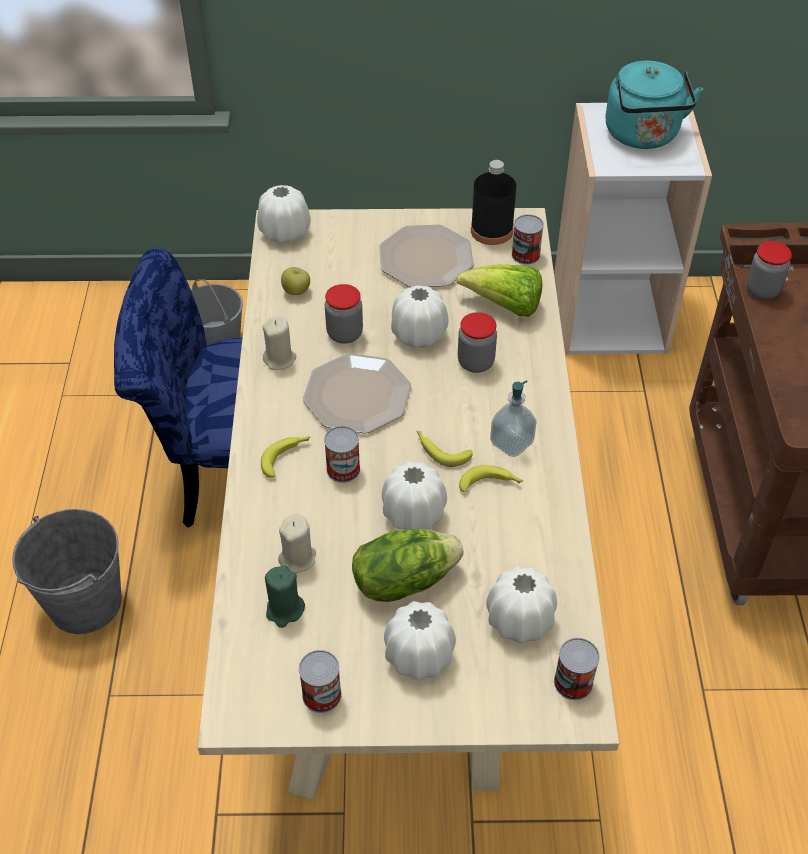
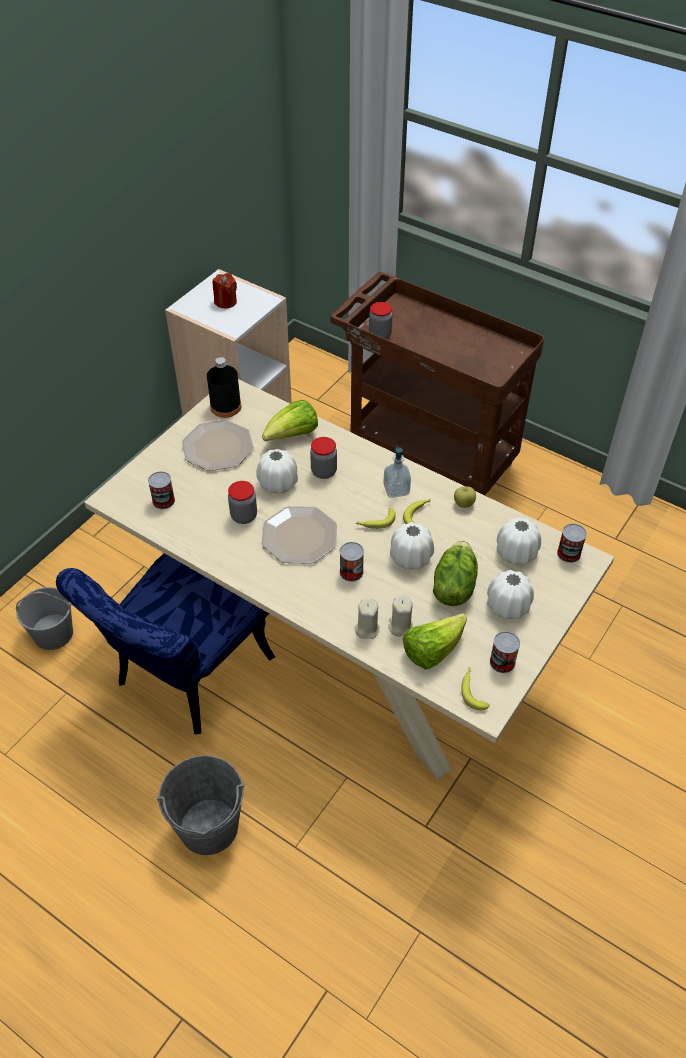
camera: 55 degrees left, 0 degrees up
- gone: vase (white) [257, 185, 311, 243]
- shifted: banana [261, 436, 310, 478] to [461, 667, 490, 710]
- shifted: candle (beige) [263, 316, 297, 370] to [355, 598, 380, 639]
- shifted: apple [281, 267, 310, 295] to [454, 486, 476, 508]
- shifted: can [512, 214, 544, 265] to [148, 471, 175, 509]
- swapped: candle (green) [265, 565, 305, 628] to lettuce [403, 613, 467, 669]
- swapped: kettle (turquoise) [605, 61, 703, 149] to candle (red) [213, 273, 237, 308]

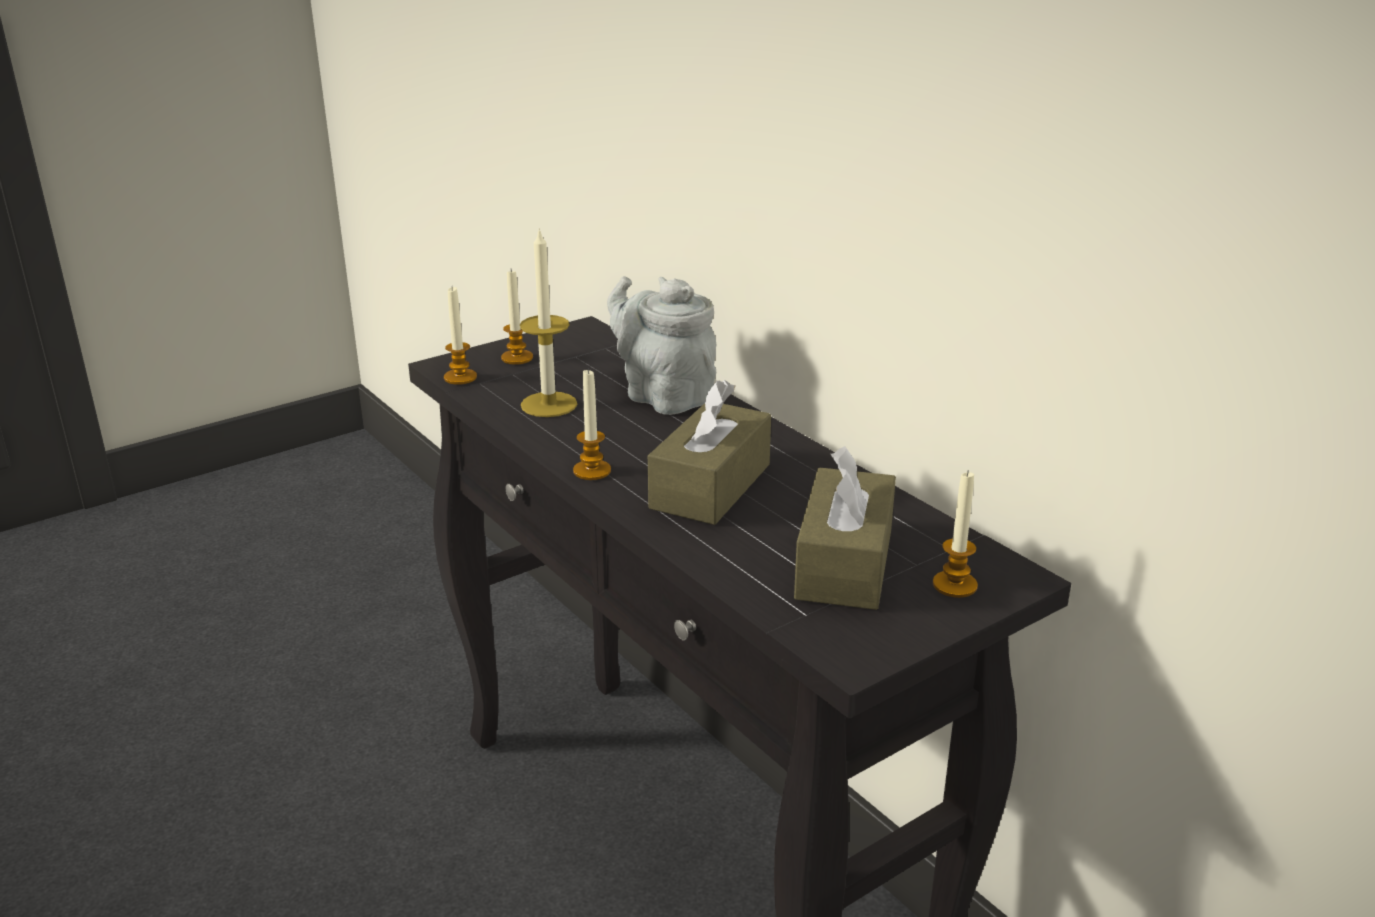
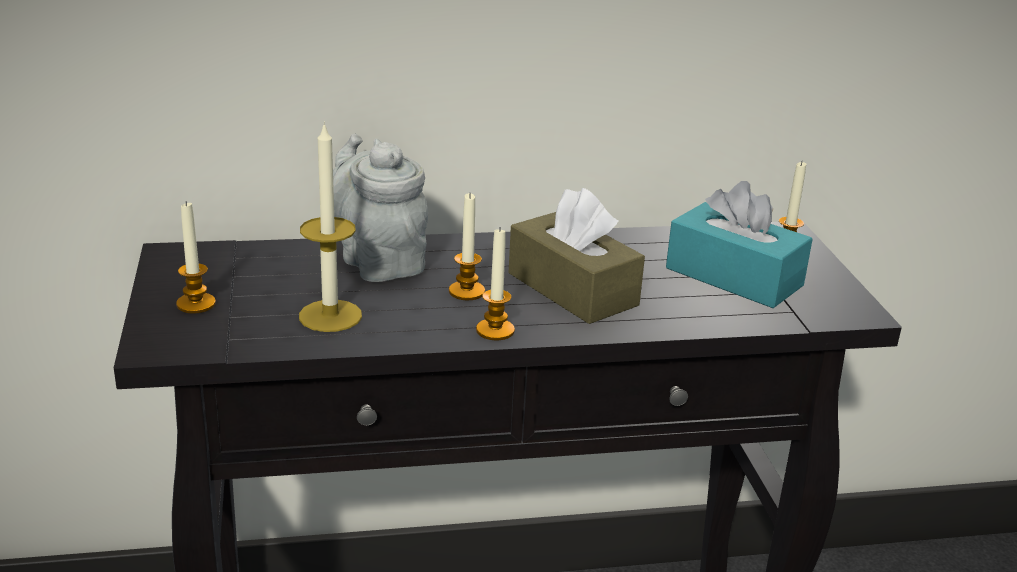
camera: 65 degrees left, 0 degrees up
- shifted: candle [444, 287, 477, 385] to [449, 193, 485, 300]
- repainted: tissue box (brown) [794, 446, 896, 610] to tissue box (turquoise) [666, 181, 813, 308]
- rotated: teapot (grey) [607, 276, 716, 415] = [333, 134, 428, 282] 75 degrees clockwise

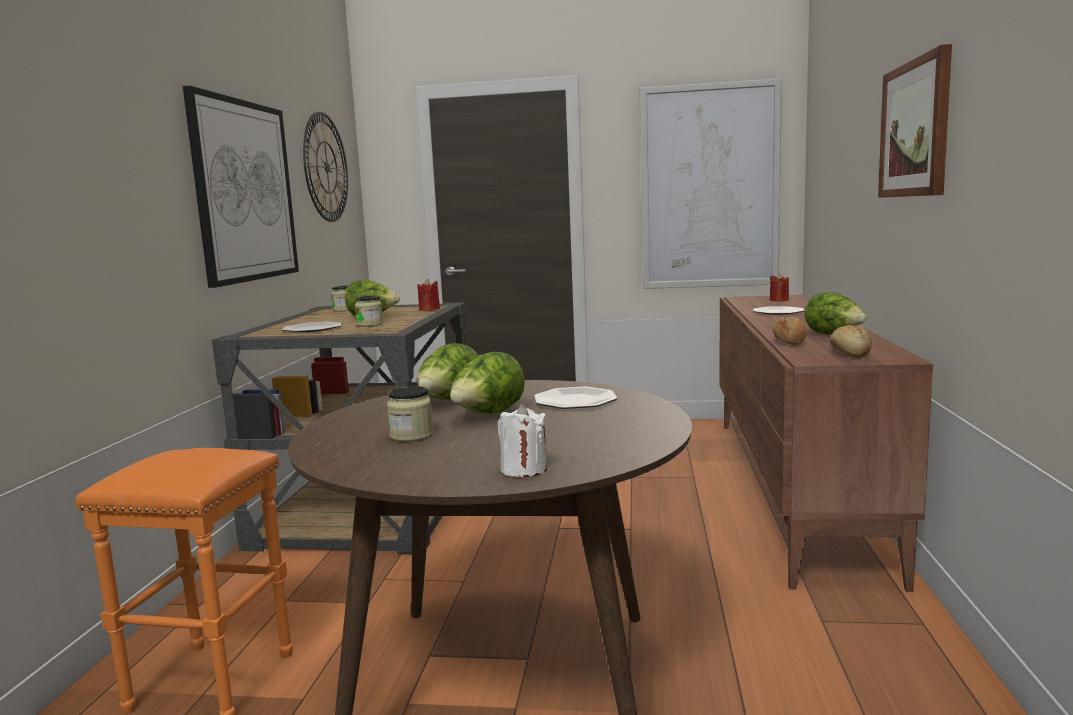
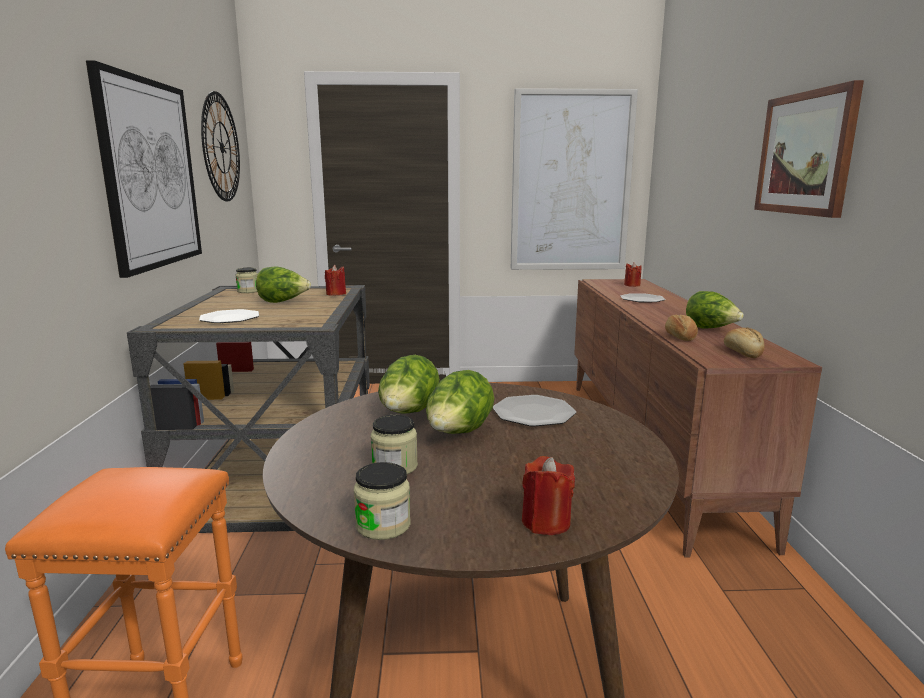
camera: 10 degrees left, 5 degrees up
- shifted: jar [355, 296, 383, 327] to [354, 462, 411, 540]
- repainted: candle (white) [498, 404, 547, 477] to candle (red) [522, 456, 575, 535]

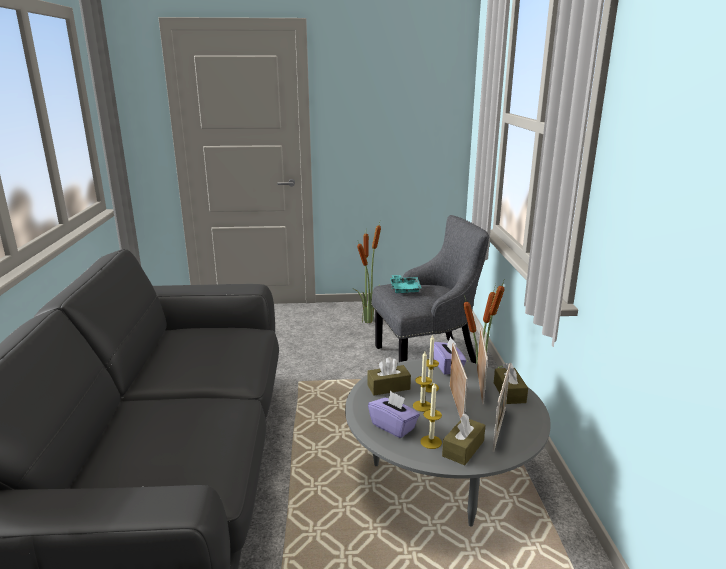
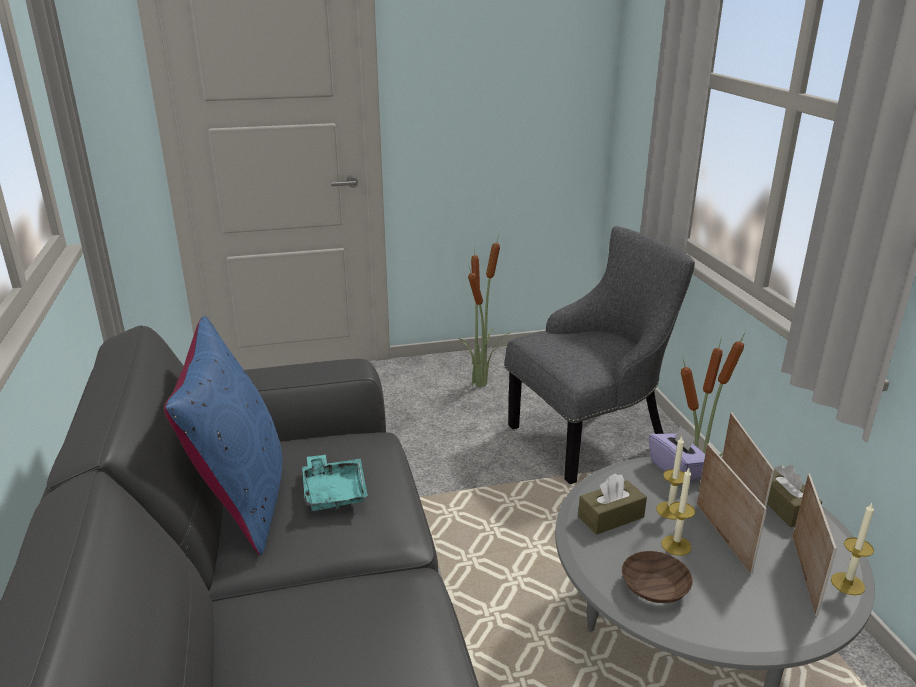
camera: 10 degrees left, 5 degrees up
- gone: tissue box (brown) [442, 414, 485, 465]
- new: pillow (blue) [164, 316, 282, 555]
- shifted: tray (turquoise) [390, 275, 422, 294] to [302, 454, 368, 511]
- shifted: candle [421, 383, 442, 449] to [831, 503, 874, 595]
- swapped: tissue box (purple) [368, 391, 420, 438] to bowl (brown) [622, 551, 693, 603]

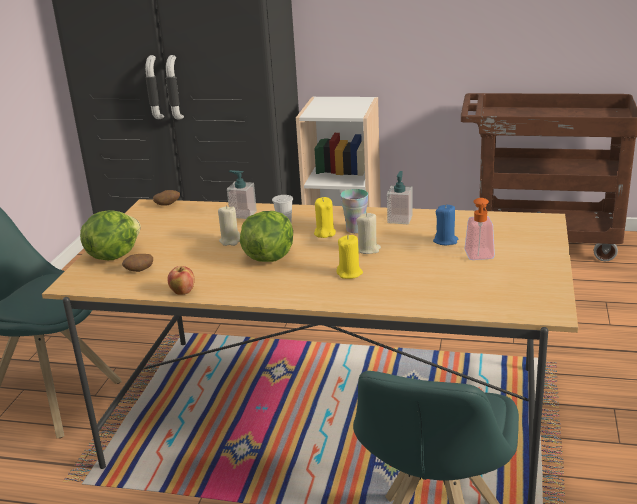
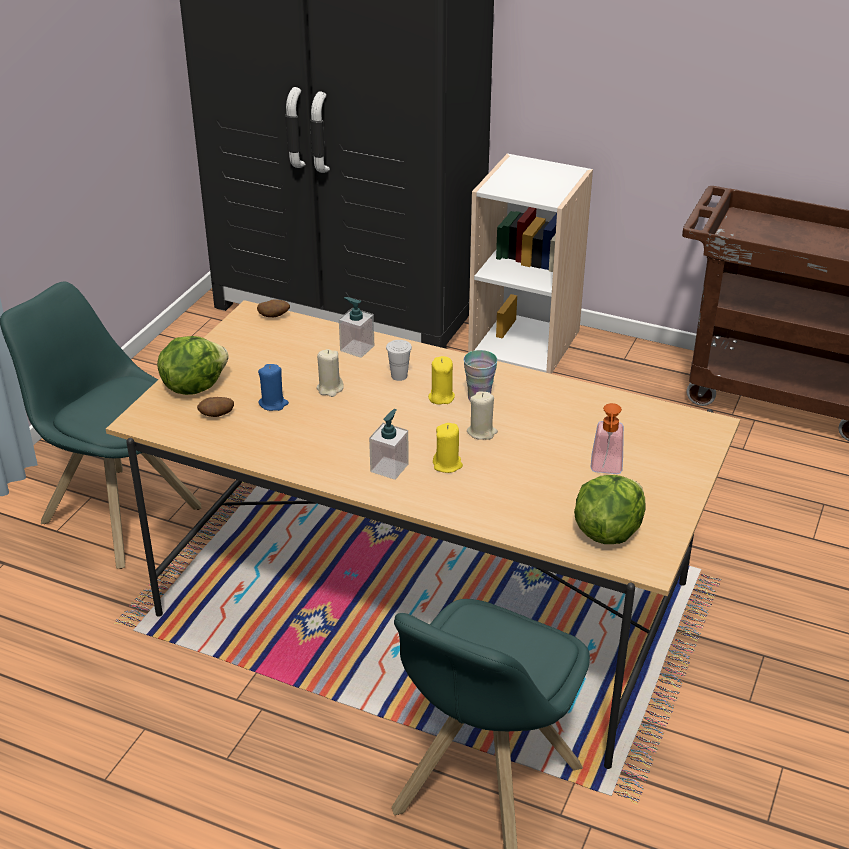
camera: 10 degrees right, 10 degrees up
- gone: apple [167, 266, 195, 295]
- shifted: lettuce [240, 211, 293, 262] to [574, 475, 645, 544]
- shifted: soap dispenser [387, 171, 413, 224] to [369, 409, 409, 480]
- shifted: candle (blue) [433, 204, 458, 245] to [258, 364, 289, 411]

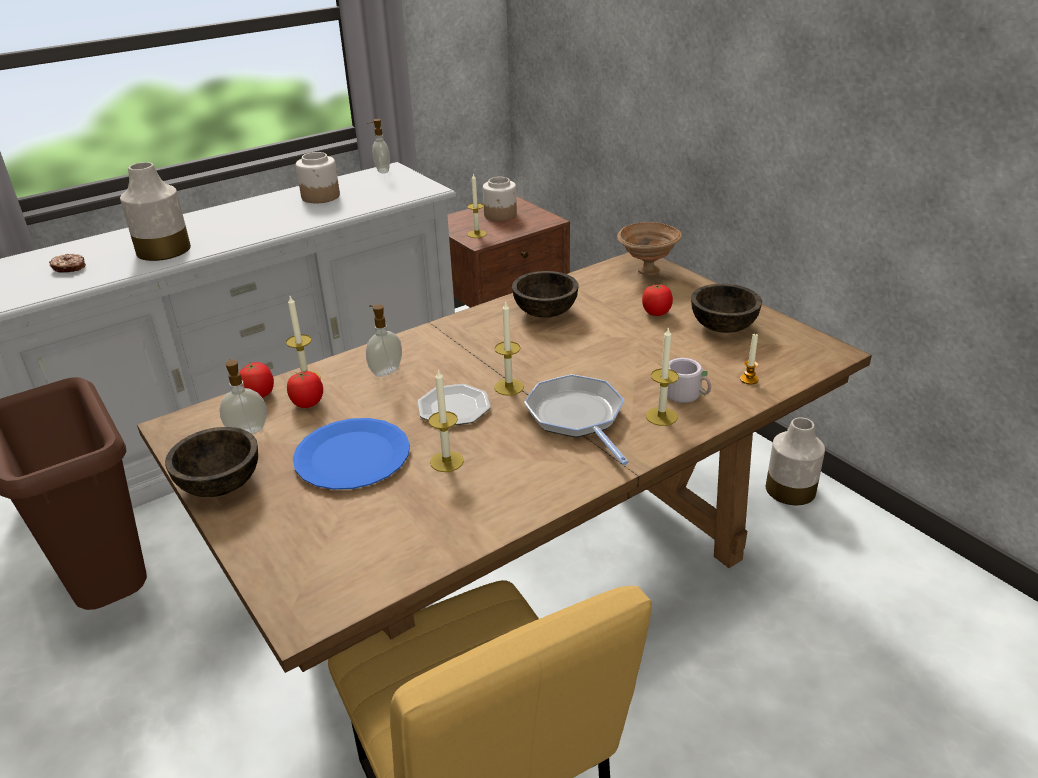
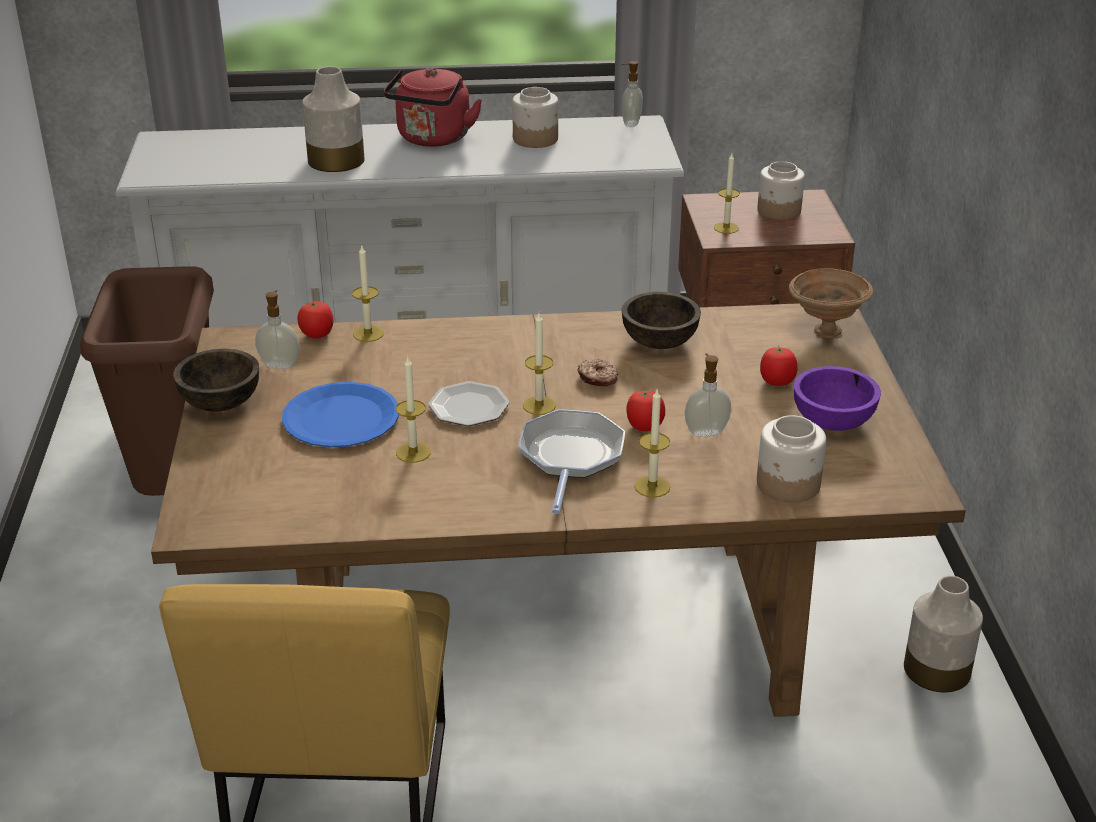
camera: 30 degrees right, 0 degrees up
- gone: mug (grey) [667, 358, 711, 403]
- new: kettle (red) [384, 68, 482, 147]
- shifted: donut [49, 254, 86, 273] to [577, 359, 618, 387]
- shifted: tomato [287, 371, 323, 408] to [626, 390, 665, 431]
- shifted: soap dispenser [366, 304, 402, 377] to [685, 353, 731, 437]
- swapped: candle [740, 333, 758, 385] to jar [757, 415, 826, 503]
- repainted: bowl (brown) [691, 284, 762, 333] to bowl (purple) [794, 366, 881, 431]

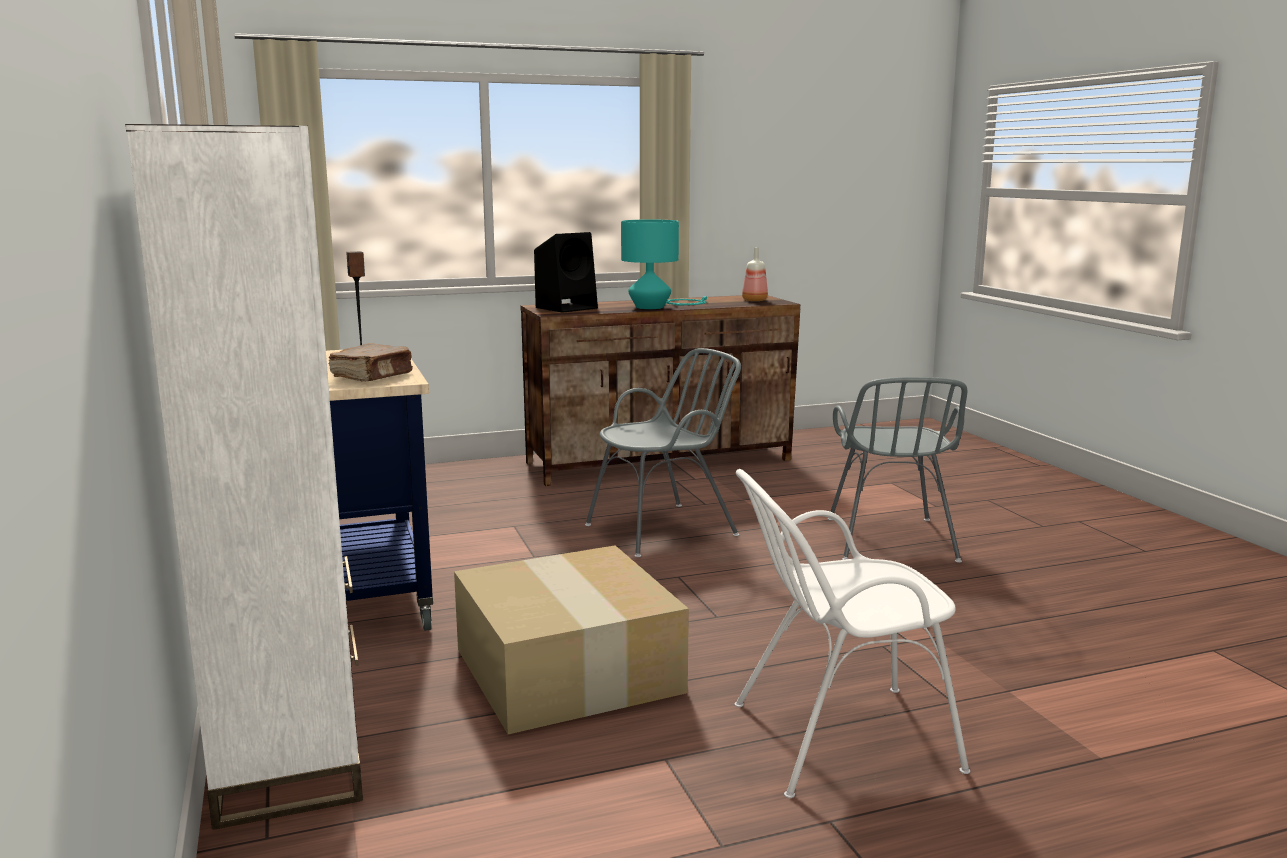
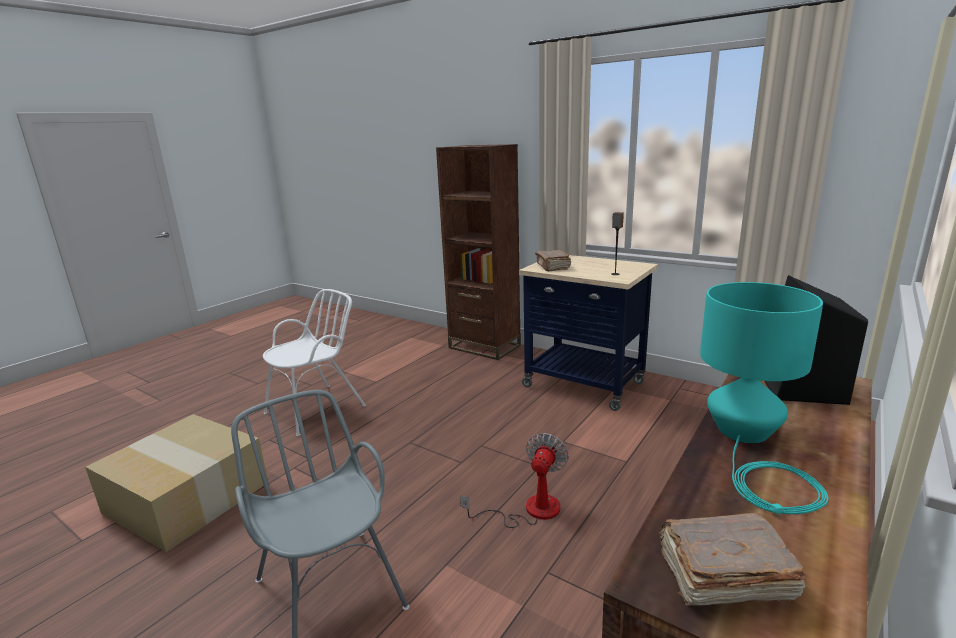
camera: 145 degrees right, 5 degrees up
- shifted: cardboard box [454, 545, 689, 734] to [85, 414, 268, 552]
- swapped: chair (grey) [585, 348, 741, 557] to fan [460, 433, 569, 528]
- swapped: bottle [742, 247, 768, 301] to book (brown) [659, 513, 807, 606]
- repainted: bookcase (white) [125, 124, 363, 830] to bookcase (brown) [436, 144, 521, 360]

